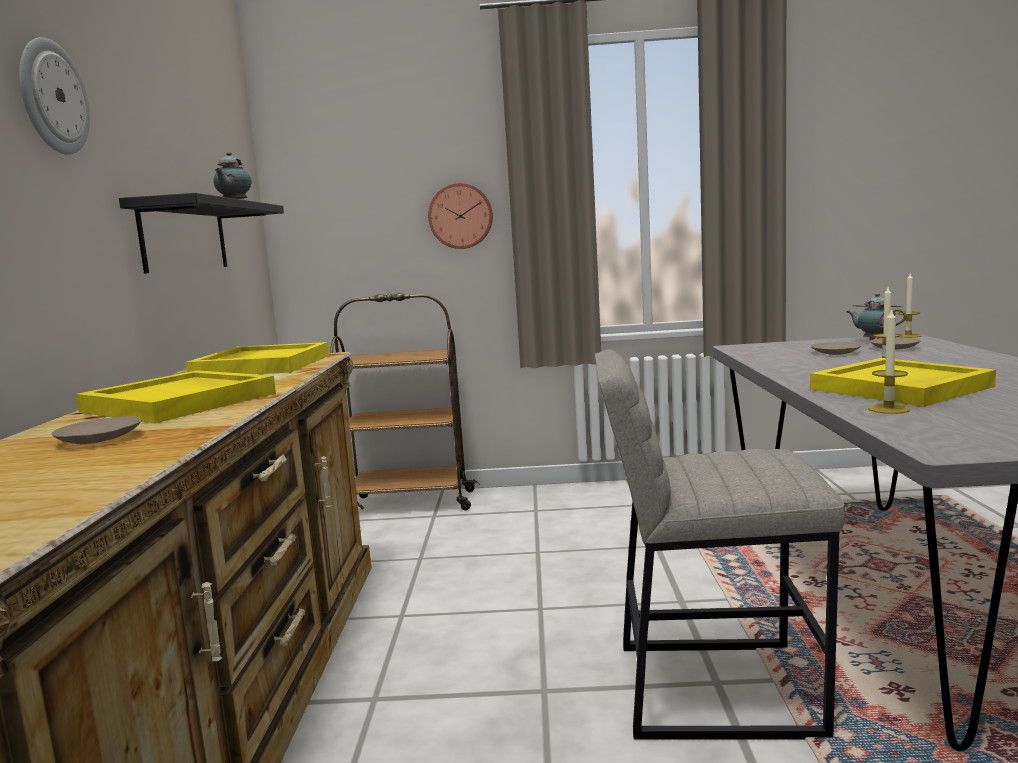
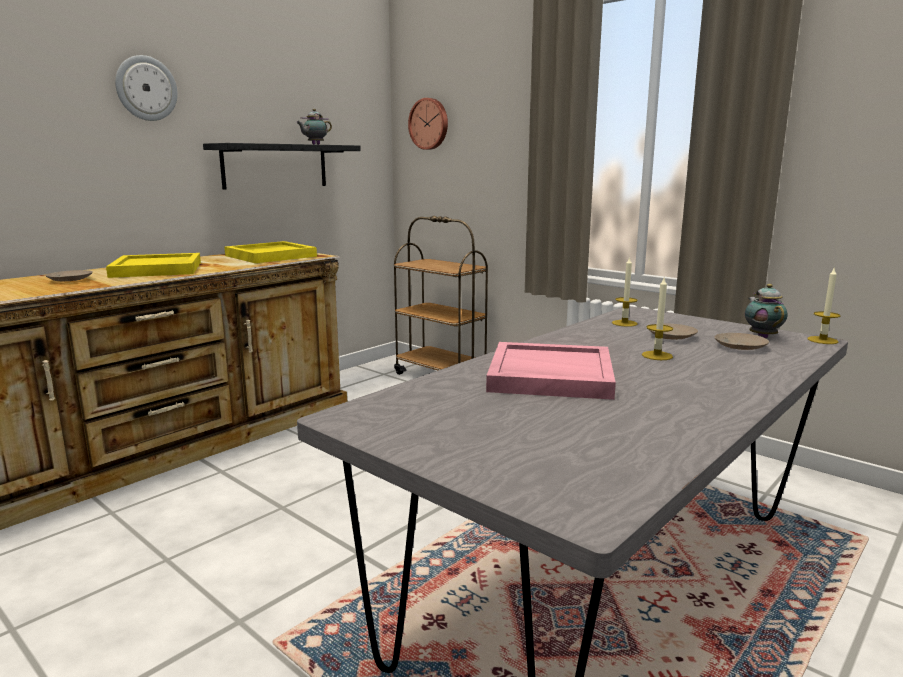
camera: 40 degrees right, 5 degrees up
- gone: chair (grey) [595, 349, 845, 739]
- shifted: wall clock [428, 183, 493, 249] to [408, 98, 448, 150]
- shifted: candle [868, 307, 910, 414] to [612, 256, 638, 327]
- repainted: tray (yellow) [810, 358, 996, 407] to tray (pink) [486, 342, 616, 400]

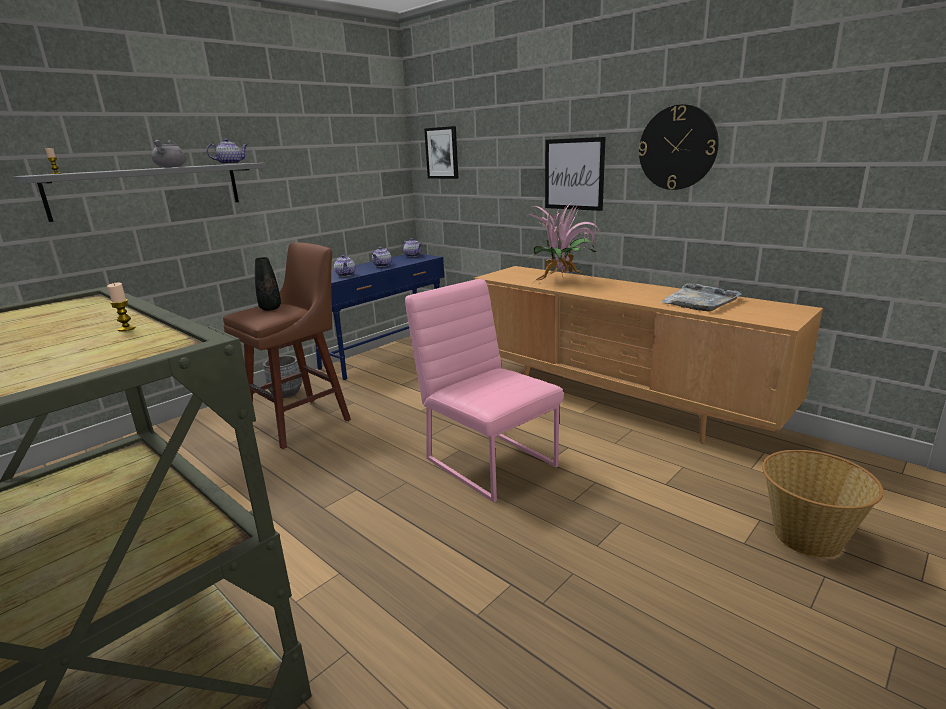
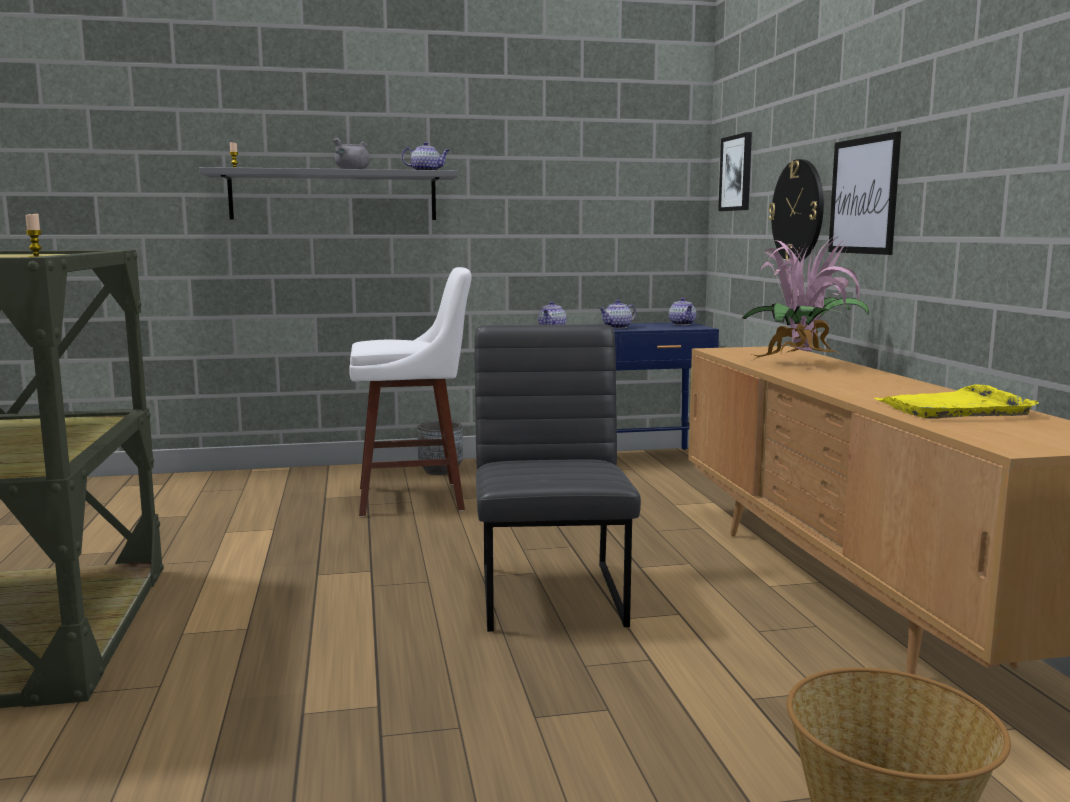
camera: 35 degrees right, 10 degrees down
- gone: vase (black) [255, 257, 281, 311]
- shifted: wall clock [638, 104, 719, 190] to [768, 159, 824, 262]
- repainted: stool (brown) [223, 242, 351, 449] to stool (white) [349, 267, 472, 517]
- repainted: chair (pink) [405, 279, 563, 502] to chair (grey) [475, 324, 641, 632]
- repainted: tray (grey) [661, 284, 742, 312] to tray (yellow) [874, 384, 1039, 419]

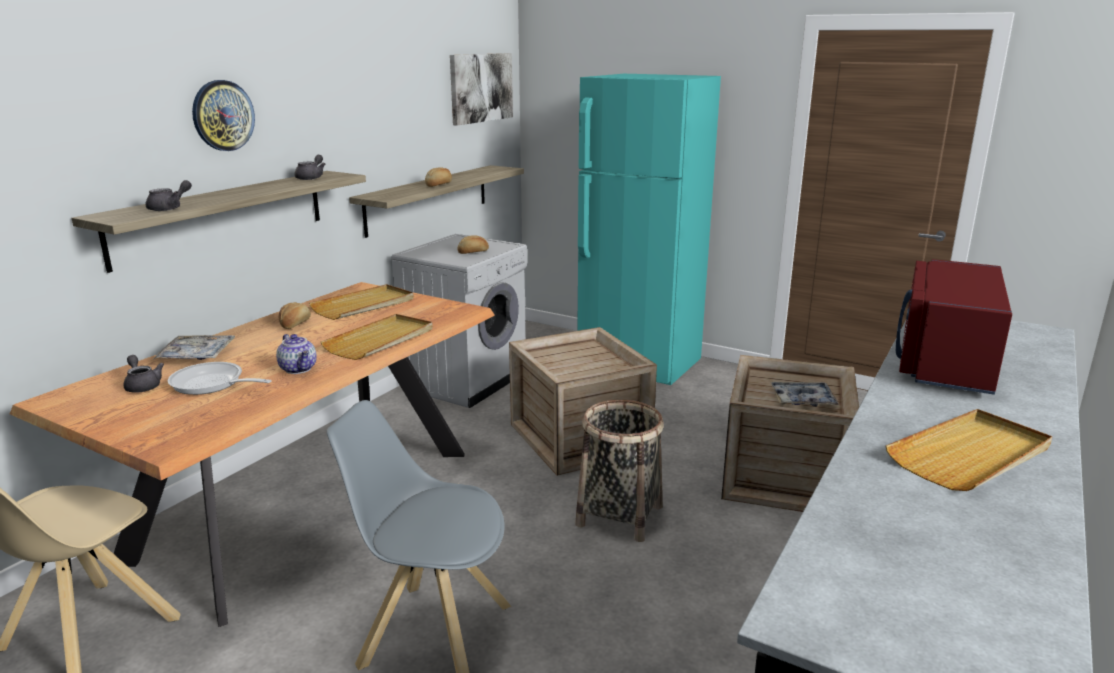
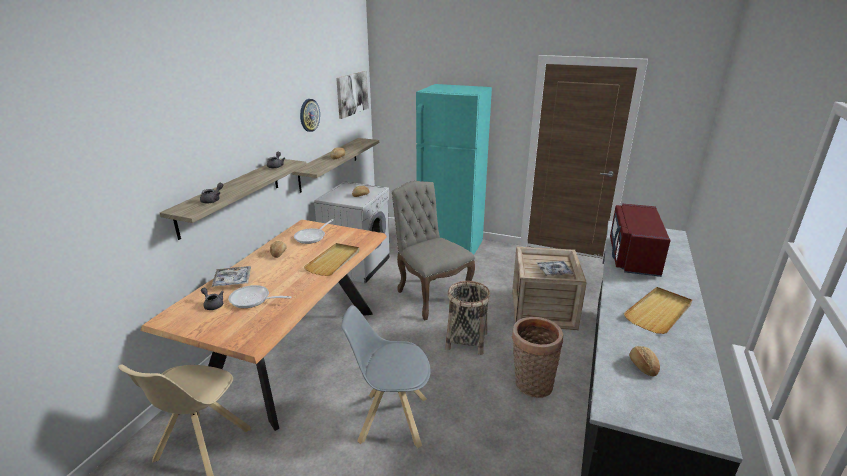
camera: 10 degrees left, 5 degrees up
- gone: teapot [276, 334, 317, 374]
- new: basket [512, 317, 563, 398]
- new: bread [629, 346, 660, 376]
- shifted: wall clock [192, 80, 255, 151] to [300, 99, 320, 132]
- swapped: tray (beige) [309, 284, 414, 320] to frying pan [294, 219, 333, 244]
- swapped: crate [509, 327, 657, 476] to chair (grey) [392, 181, 475, 320]

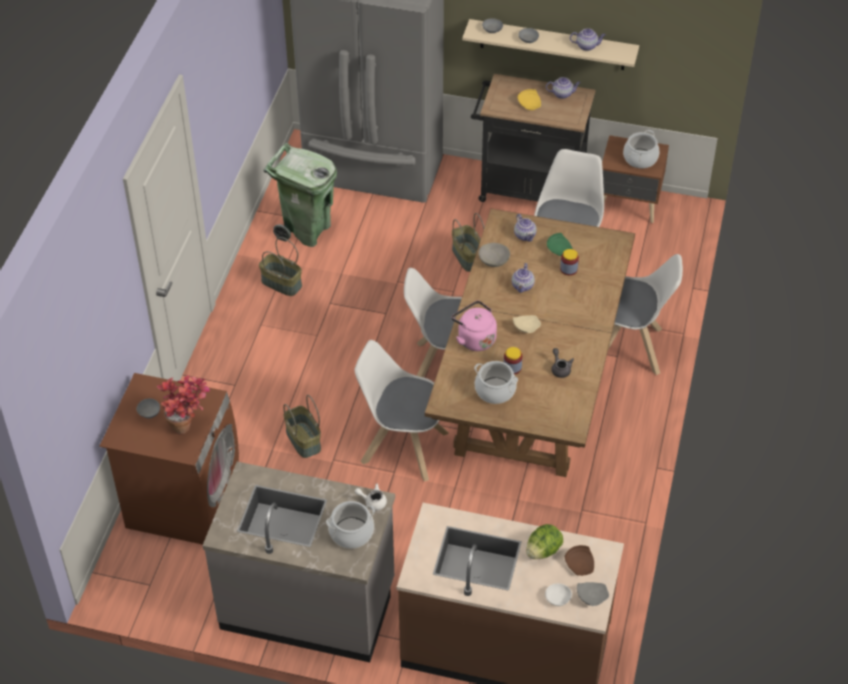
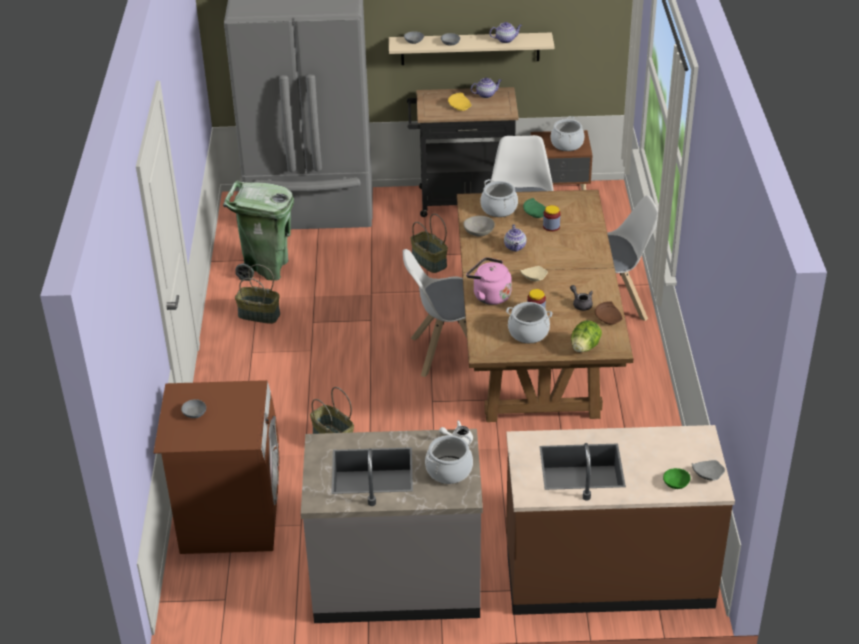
camera: 15 degrees left, 10 degrees down
- gone: potted plant [157, 375, 210, 434]
- gone: chair [355, 340, 449, 482]
- shifted: lettuce [526, 524, 563, 559] to [571, 320, 602, 352]
- shifted: plate (brown) [565, 545, 594, 576] to [595, 301, 623, 325]
- swapped: teapot [514, 214, 537, 242] to cooking pot [480, 179, 518, 217]
- repainted: bowl (white) [545, 583, 572, 606] to bowl (green) [663, 468, 691, 489]

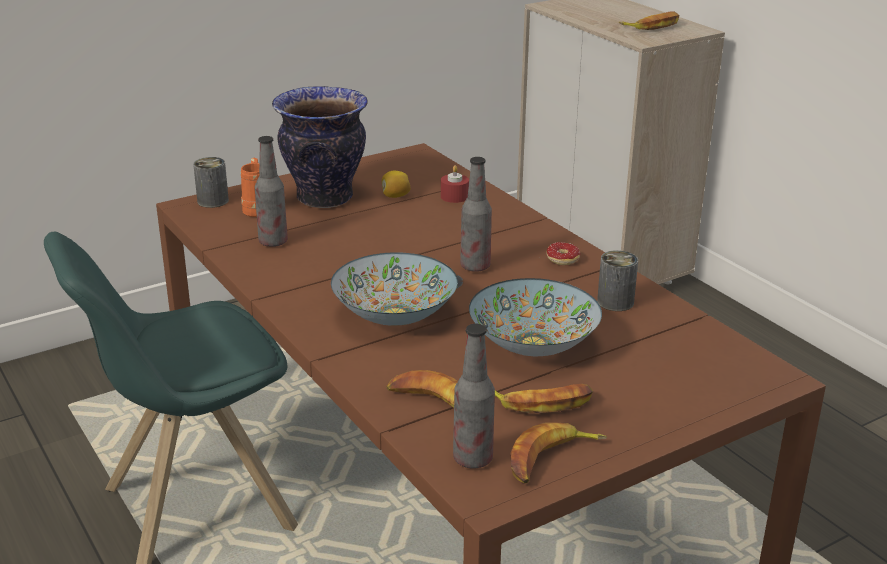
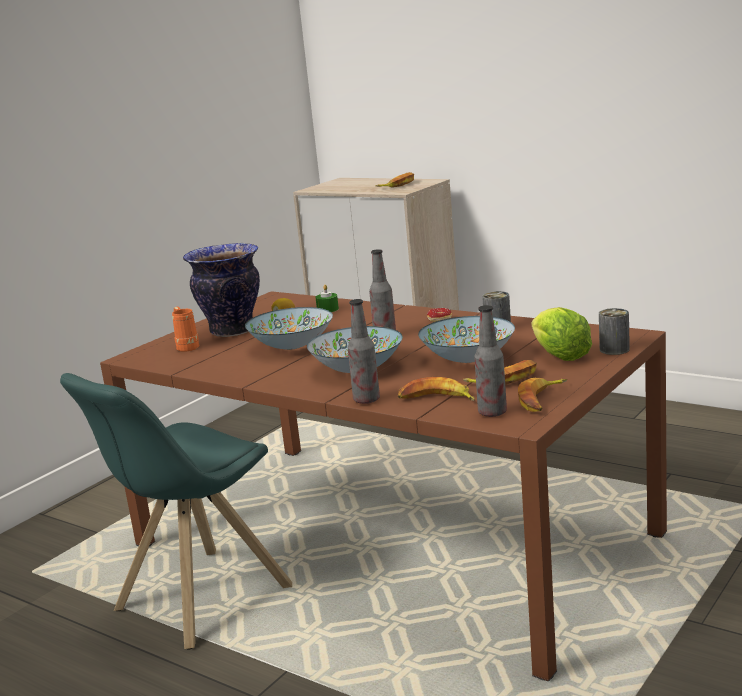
camera: 20 degrees left, 10 degrees down
- new: bowl [245, 307, 333, 350]
- new: lettuce [532, 307, 592, 361]
- shifted: can [193, 157, 229, 208] to [599, 308, 630, 355]
- shifted: bottle [255, 136, 288, 247] to [348, 299, 380, 404]
- repainted: candle (red) [441, 165, 469, 203] to candle (green) [315, 285, 339, 312]

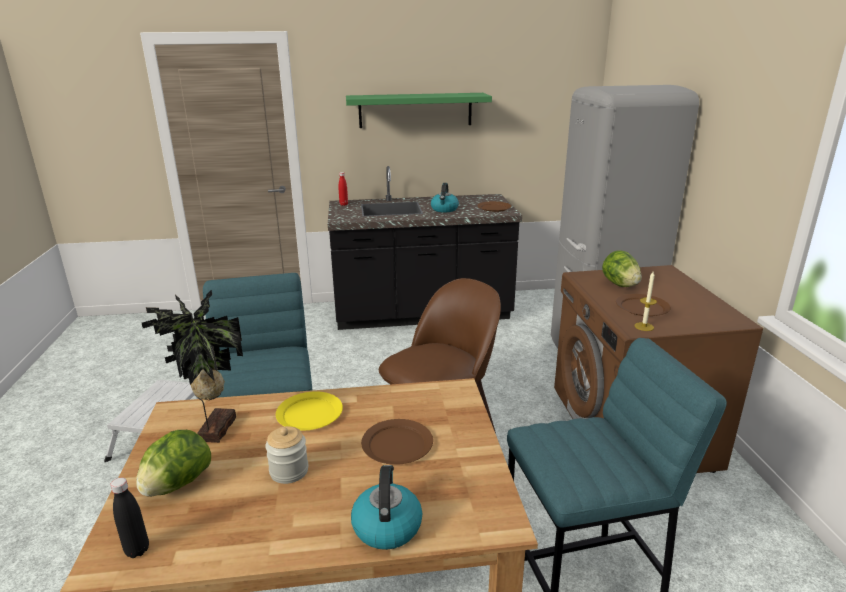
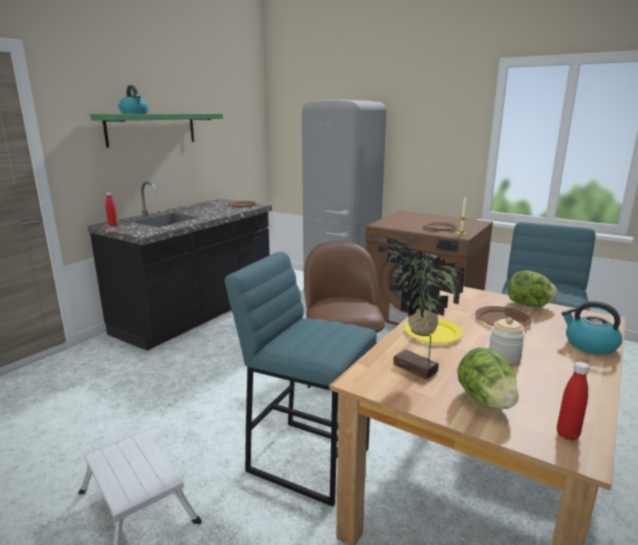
camera: 50 degrees left, 5 degrees down
- shifted: kettle [431, 183, 459, 212] to [119, 85, 148, 114]
- shifted: lettuce [602, 250, 642, 287] to [508, 270, 558, 307]
- repainted: bottle (black) [111, 478, 149, 558] to bottle (red) [557, 362, 590, 441]

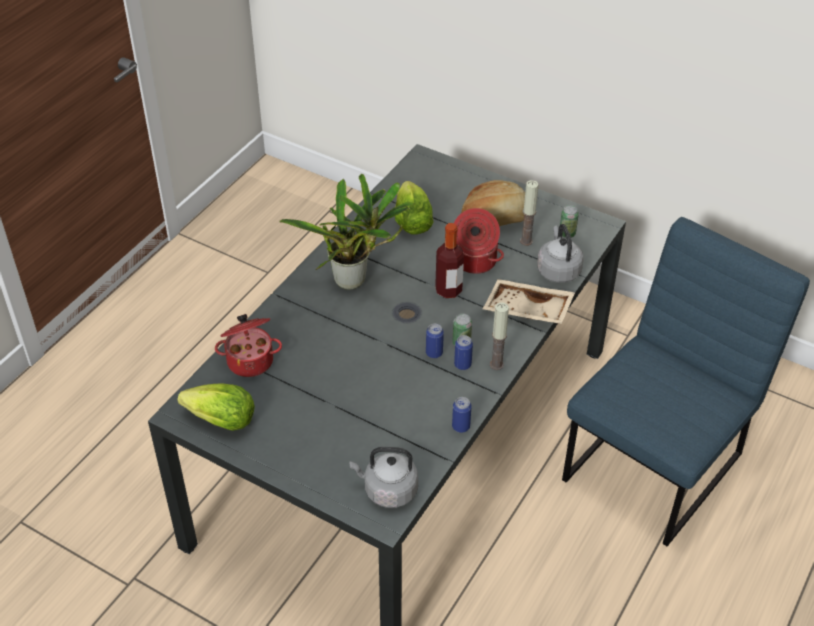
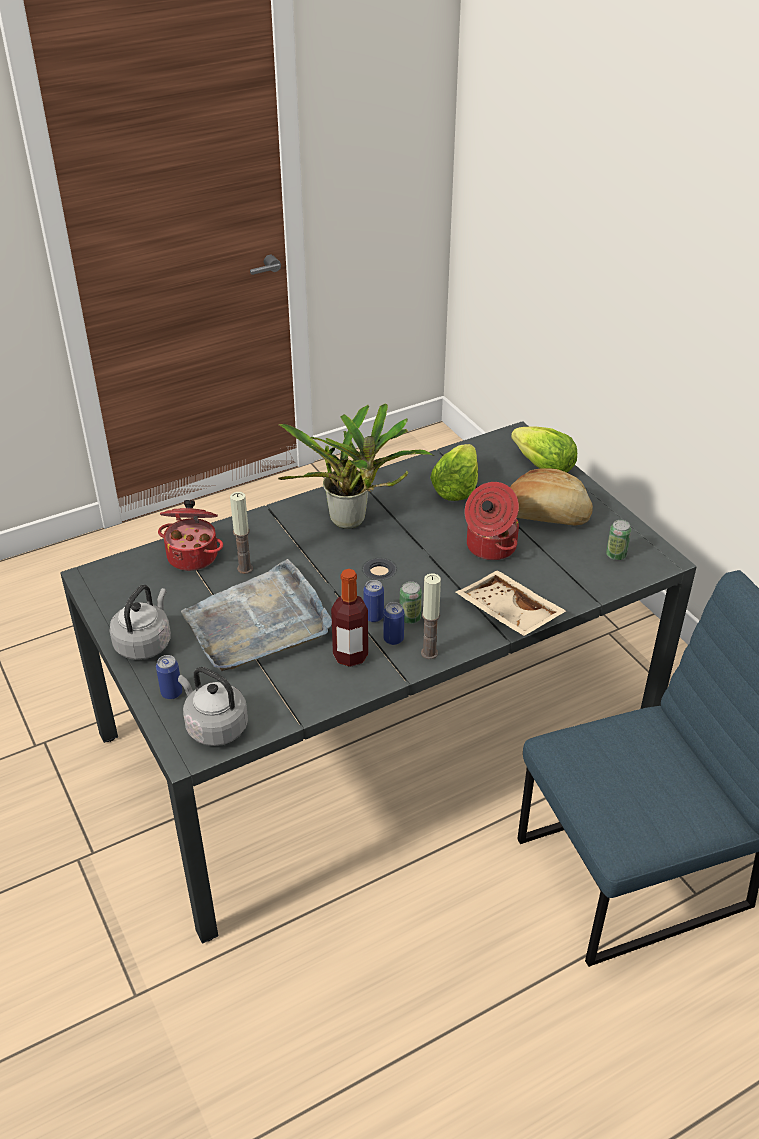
camera: 30 degrees right, 5 degrees down
- new: tray (grey) [181, 559, 332, 672]
- shifted: lettuce [178, 383, 255, 431] to [511, 427, 577, 473]
- shifted: bottle [435, 223, 464, 298] to [331, 569, 368, 667]
- shifted: can [452, 397, 472, 433] to [156, 655, 182, 700]
- shifted: candle [520, 180, 539, 246] to [230, 492, 253, 574]
- shifted: kettle (grey) [537, 224, 584, 283] to [110, 585, 171, 660]

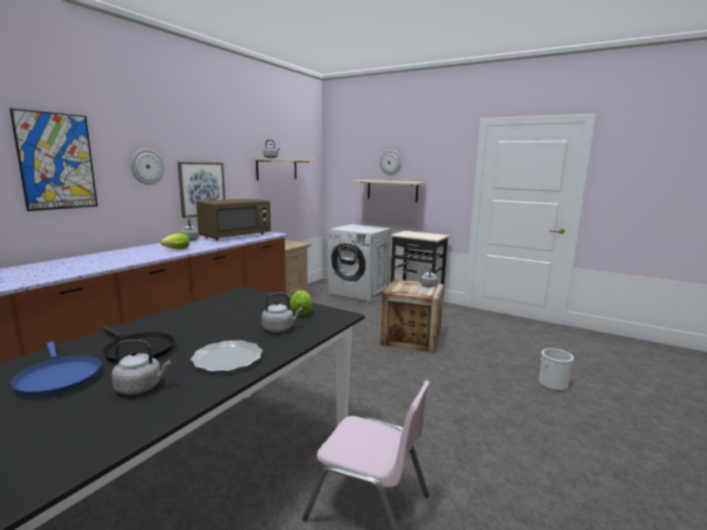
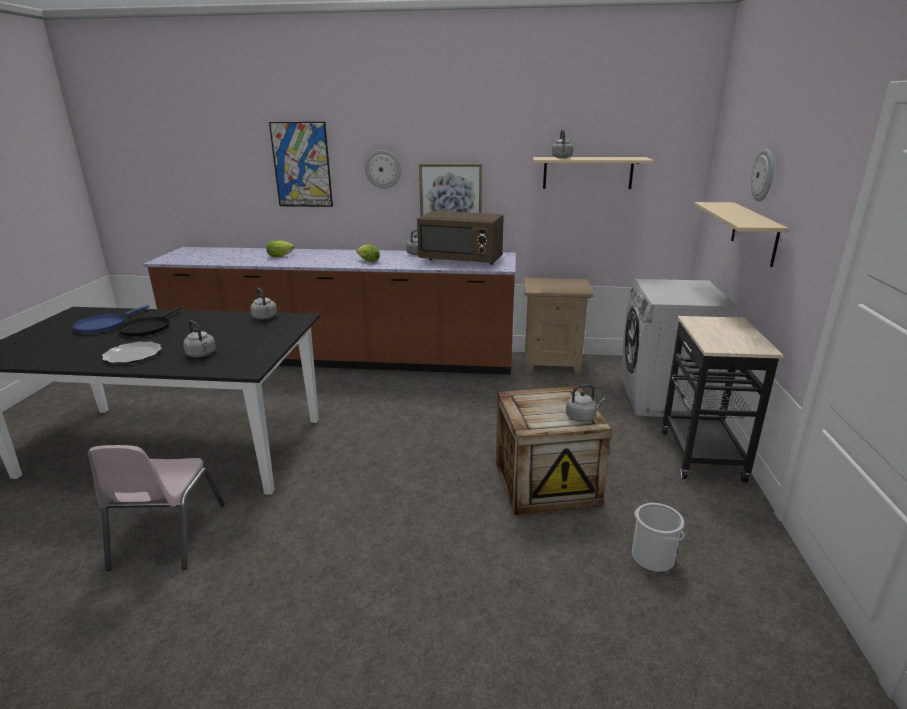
camera: 65 degrees right, 10 degrees up
- shifted: kettle (grey) [111, 339, 171, 395] to [250, 288, 277, 319]
- shifted: lettuce [290, 290, 312, 316] to [266, 240, 294, 257]
- shifted: bucket [539, 348, 574, 391] to [632, 503, 685, 572]

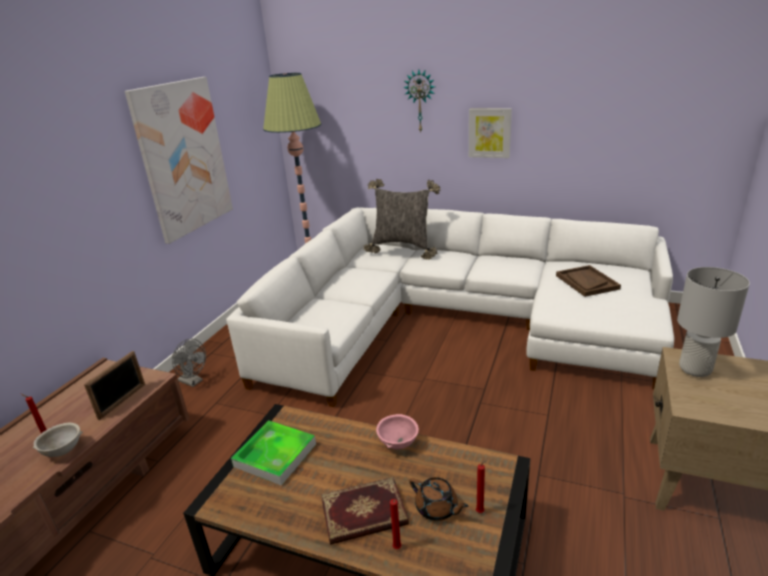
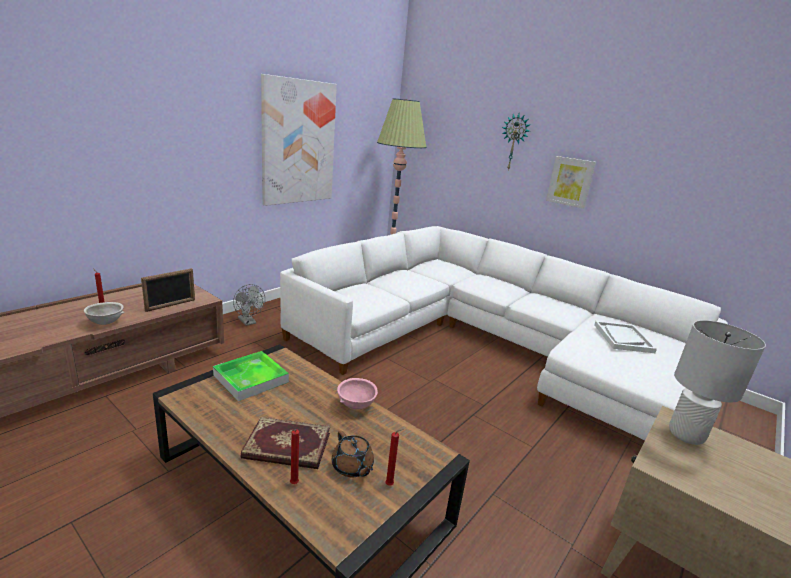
camera: 15 degrees right, 5 degrees down
- gone: pillow [363, 179, 440, 260]
- repainted: tray (brown) [556, 265, 621, 297] to tray (white) [594, 321, 657, 353]

